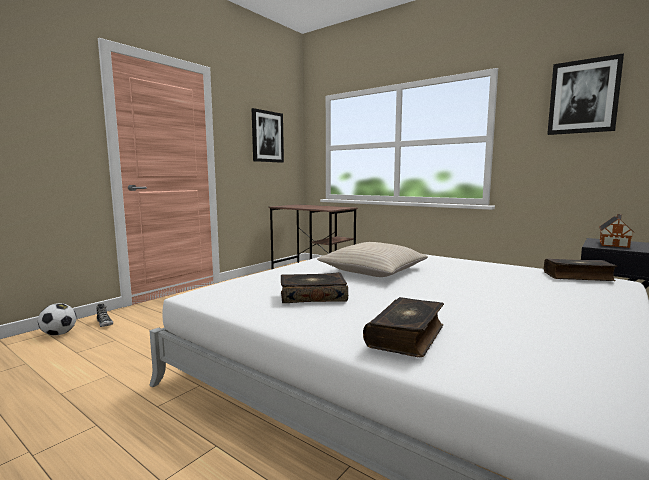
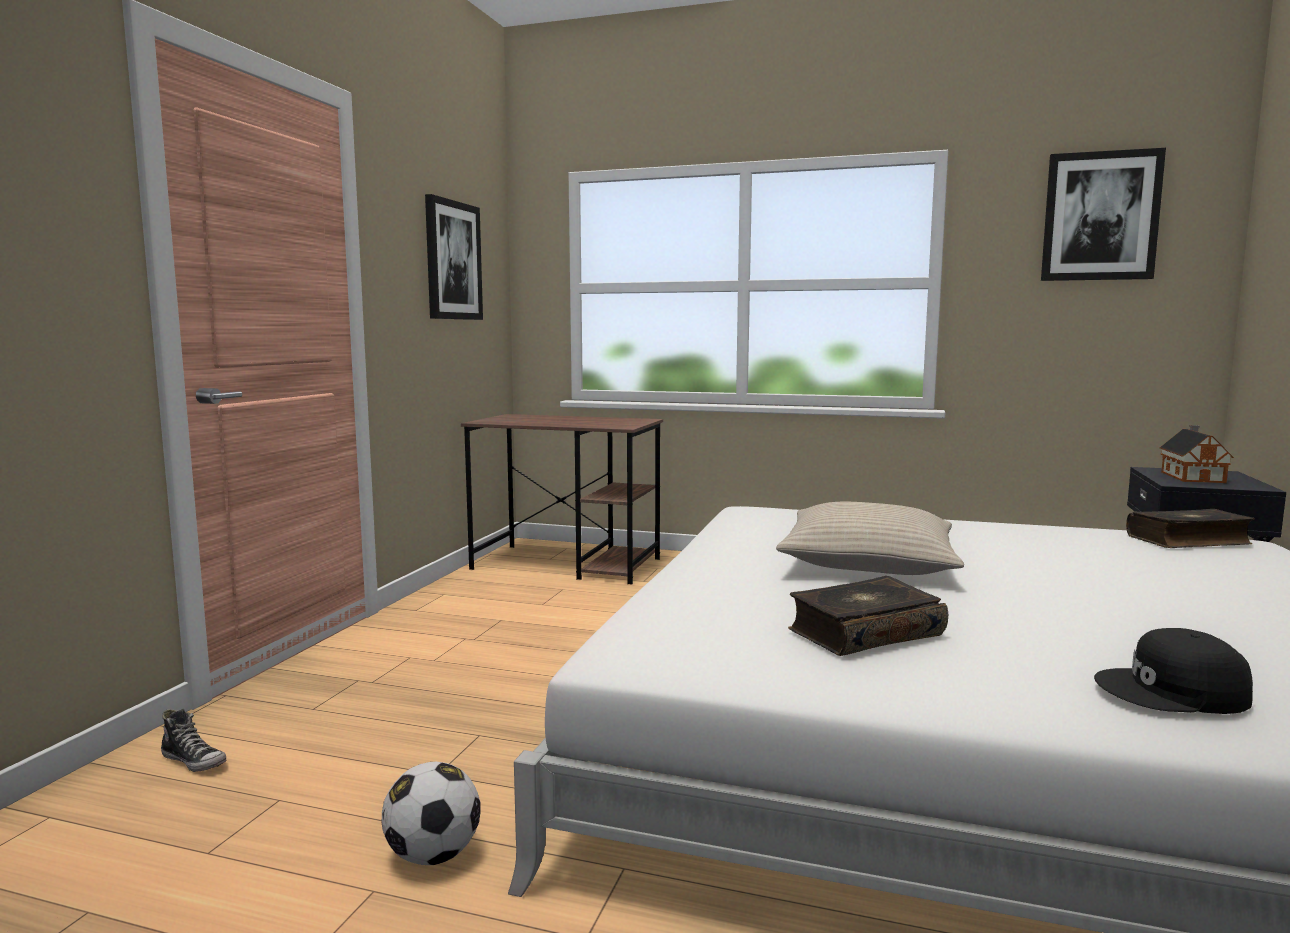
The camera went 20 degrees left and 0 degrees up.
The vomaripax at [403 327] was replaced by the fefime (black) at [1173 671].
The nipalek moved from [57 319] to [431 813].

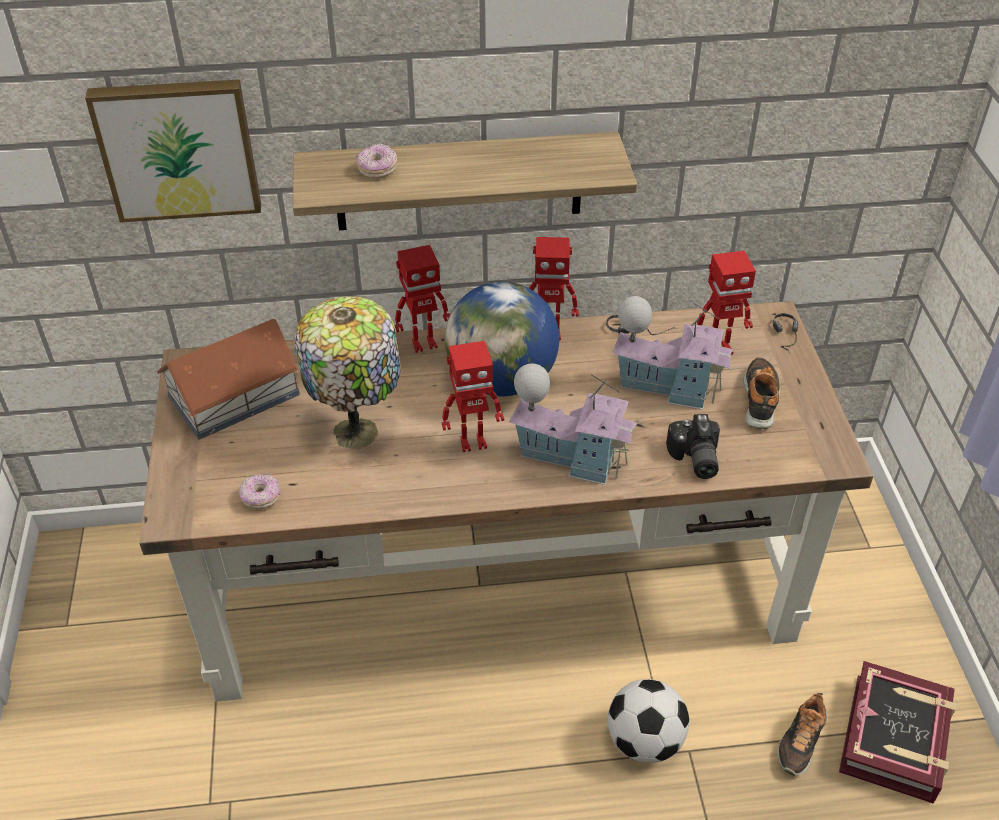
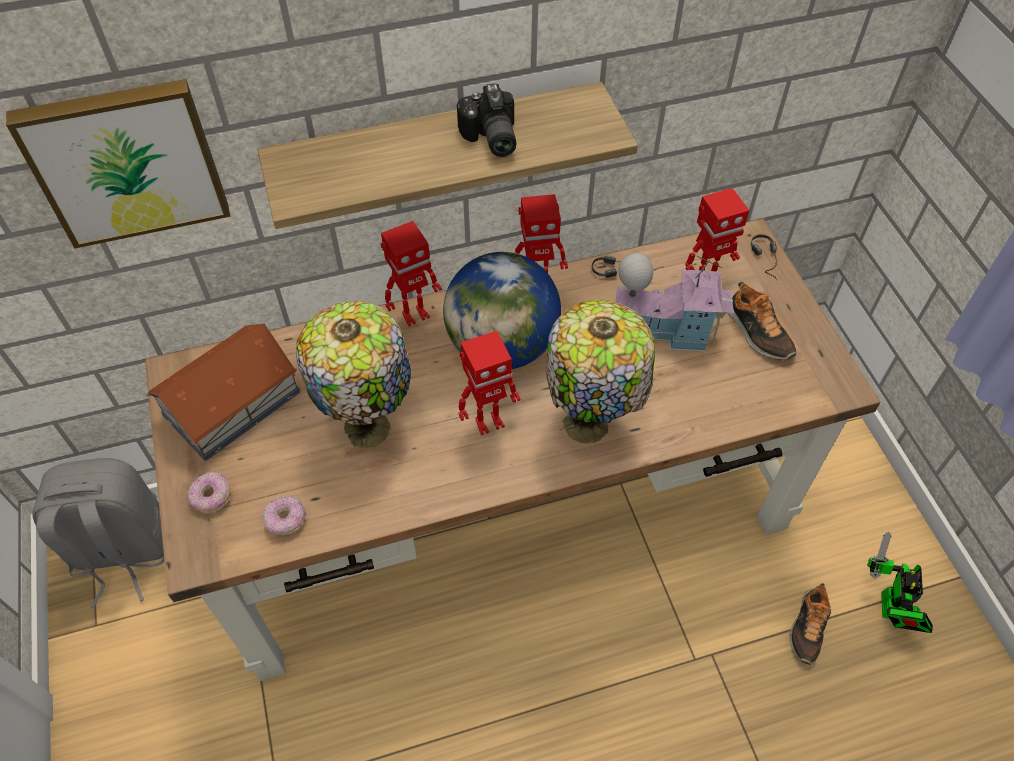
The camera went 10 degrees left and 10 degrees up.
The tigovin moved from [376 161] to [209 493].
The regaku at [762 393] turned 150 degrees clockwise.
The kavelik at [573 424] was replaced by the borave at [601 371].
The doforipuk moved from [693 446] to [486 120].
The vomaripax at [897 732] was replaced by the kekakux at [900 582].
The nipalek at [648 721] disappeared.
The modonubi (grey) at [98 533] appeared.

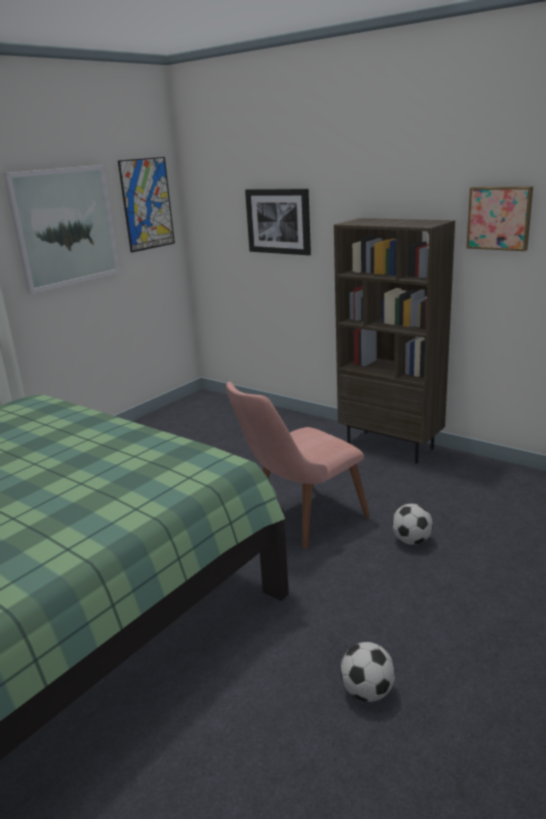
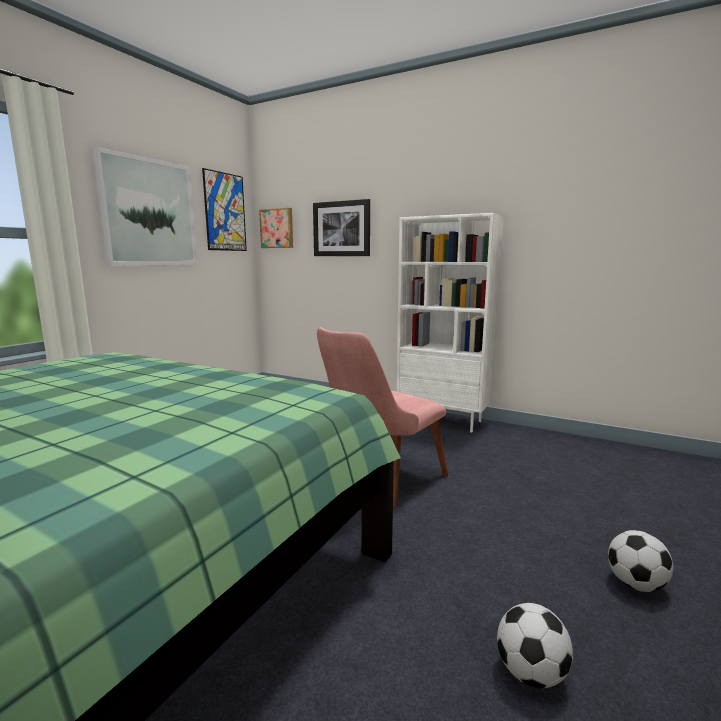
The camera went 10 degrees left and 10 degrees down.
The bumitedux moved from [499 218] to [276 228].
The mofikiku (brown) at [394 341] became the mofikiku (white) at [450 323].
The nipalek moved from [412 524] to [641 561].

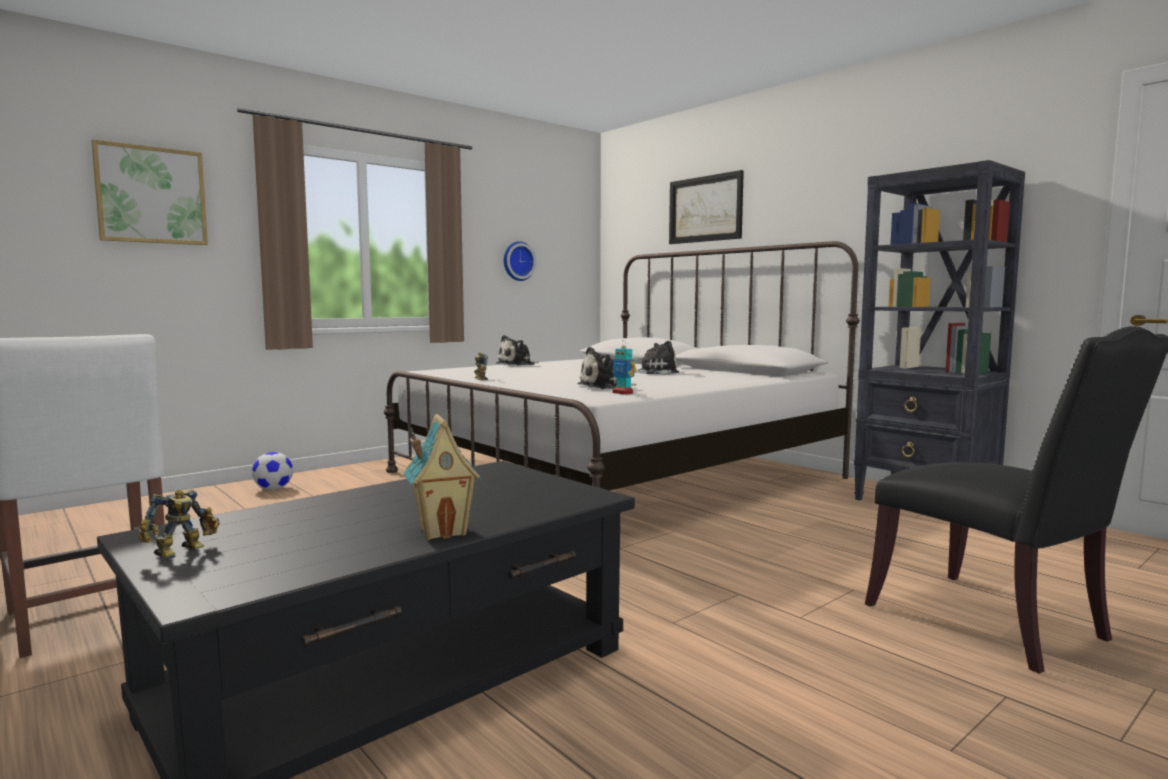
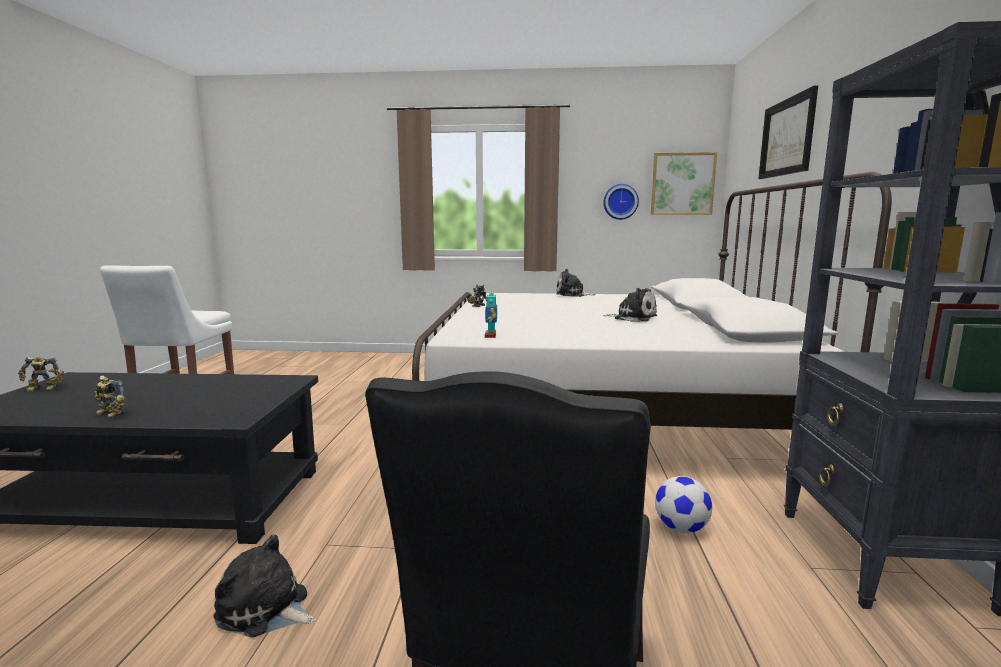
The camera went 45 degrees right and 5 degrees up.
The bumitedux moved from [150 192] to [684 183].
The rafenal moved from [607 368] to [265 585].
The kavelik at [442 477] was replaced by the kekakux at [110 396].
The nipalek moved from [272 471] to [683 504].

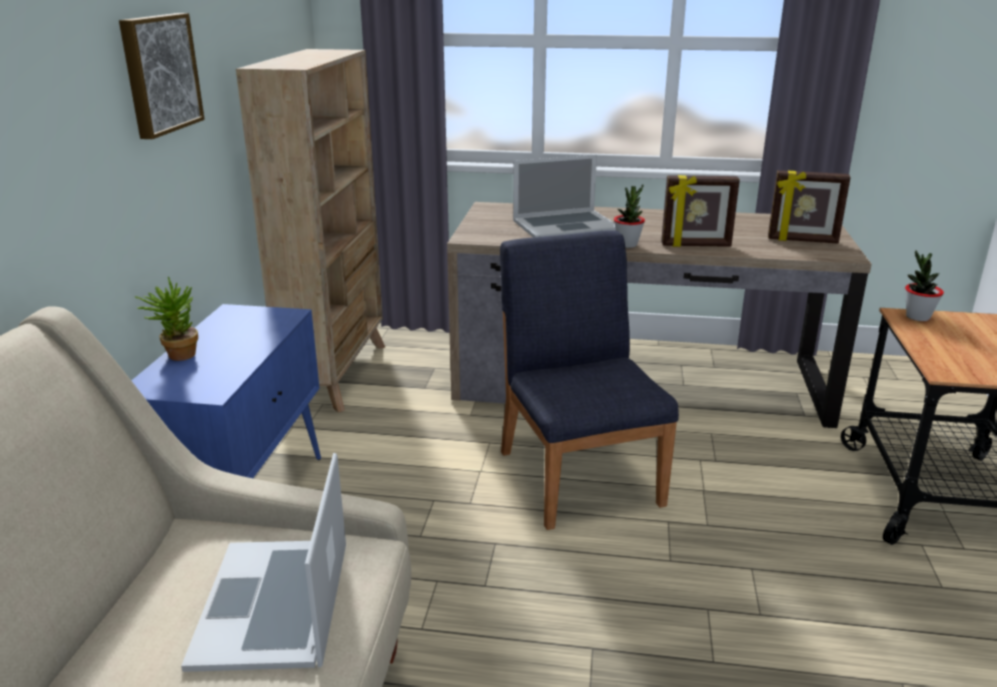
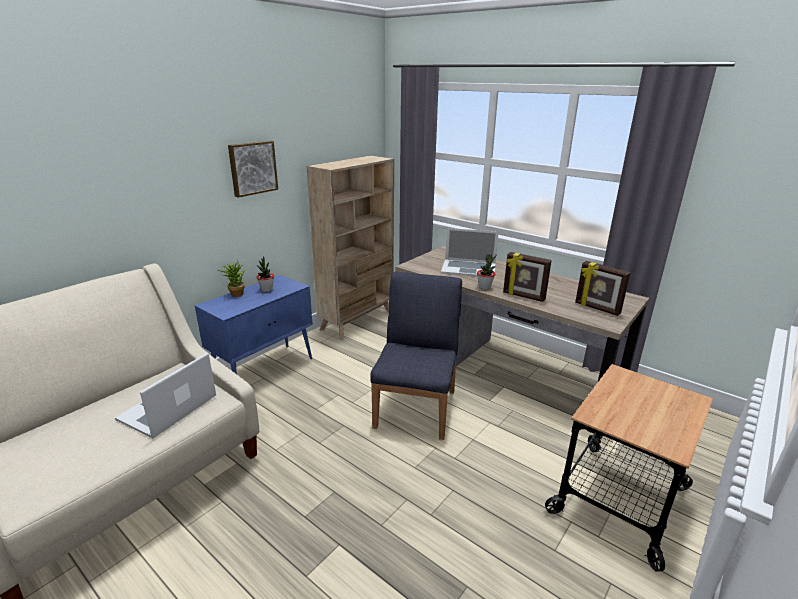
The camera went 30 degrees right and 0 degrees up.
The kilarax moved from [924 285] to [265 274].

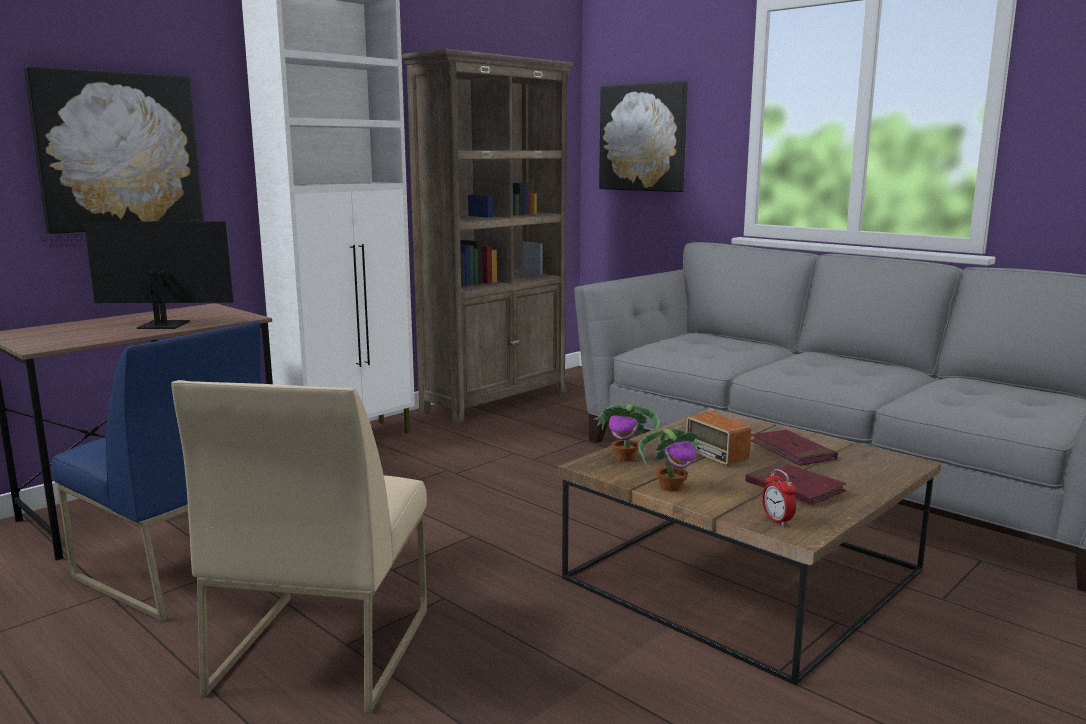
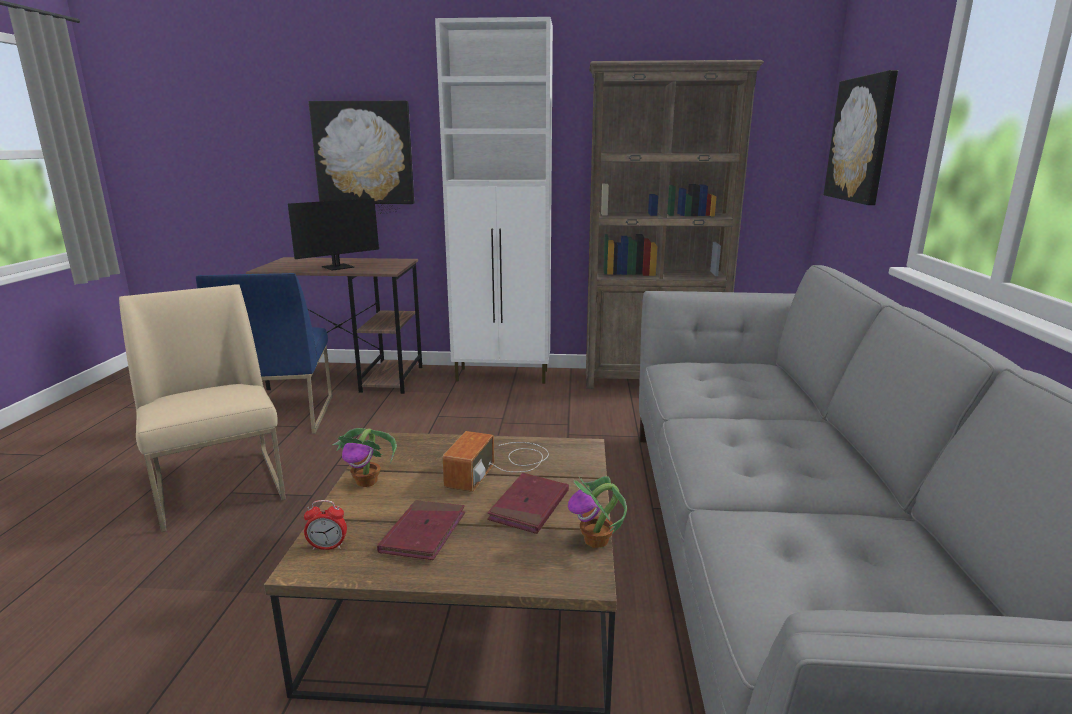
The camera went 50 degrees right and 5 degrees up.
The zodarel at [138 275] turned 90 degrees clockwise.
The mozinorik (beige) at [299 547] turned 90 degrees clockwise.
The kilarax moved from [627 432] to [597 512].
The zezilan at [779 498] turned 120 degrees counterclockwise.

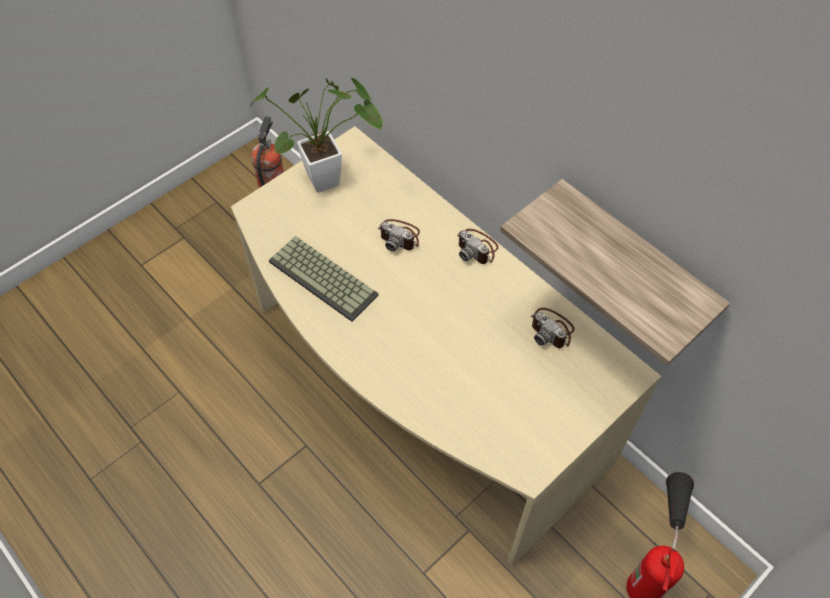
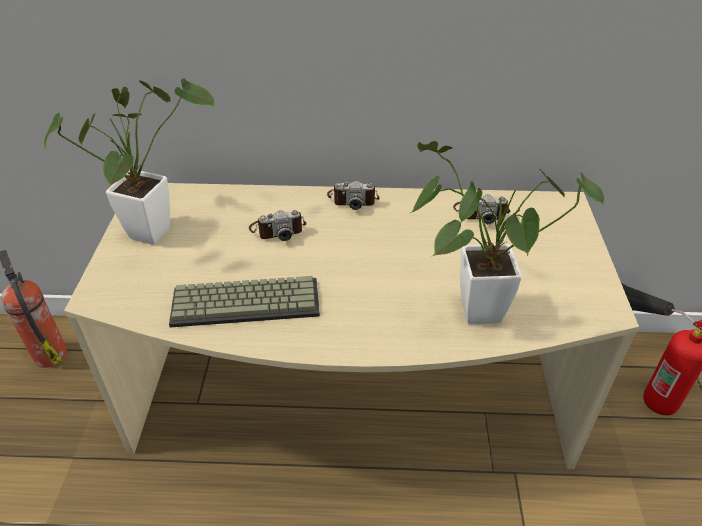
The camera went 45 degrees left and 15 degrees down.
The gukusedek at [615 272] disappeared.
The kilarax at [507 232] appeared.

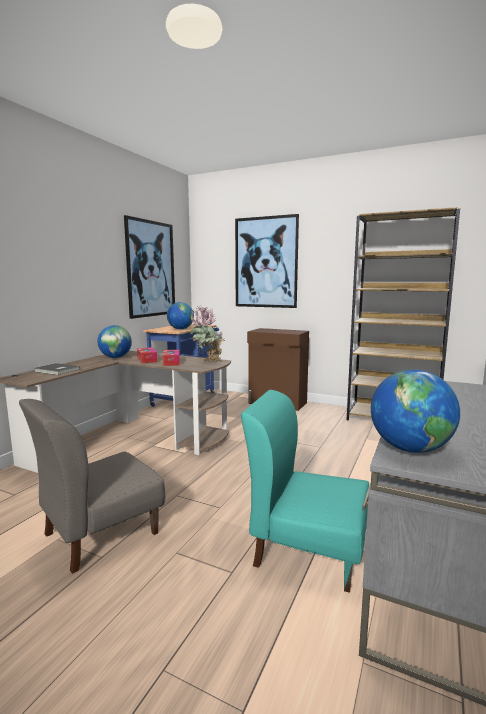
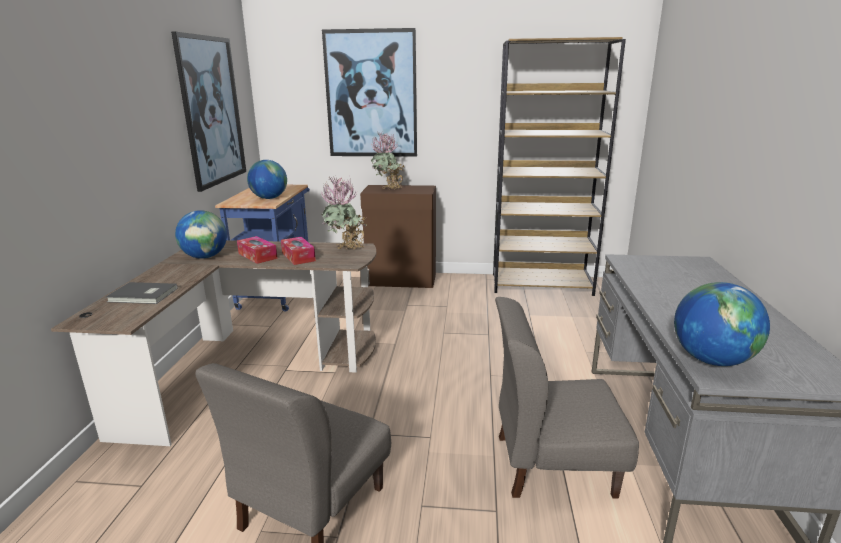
The camera went 20 degrees left and 10 degrees up.
The mozinorik (turquoise) at [305 491] became the mozinorik (grey) at [567 398].
The kilarax at [388 161] appeared.

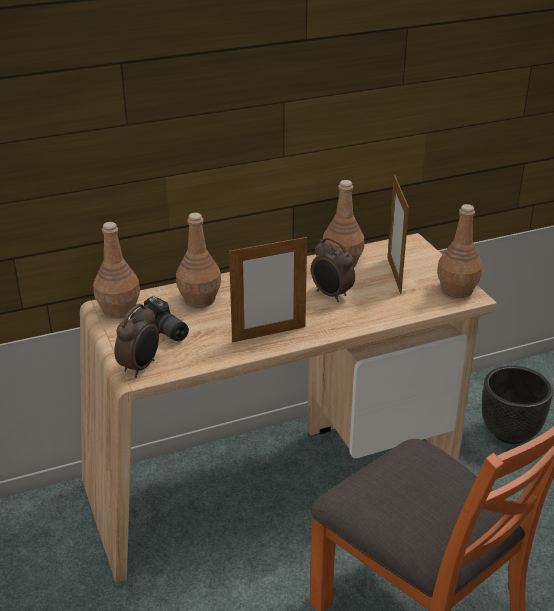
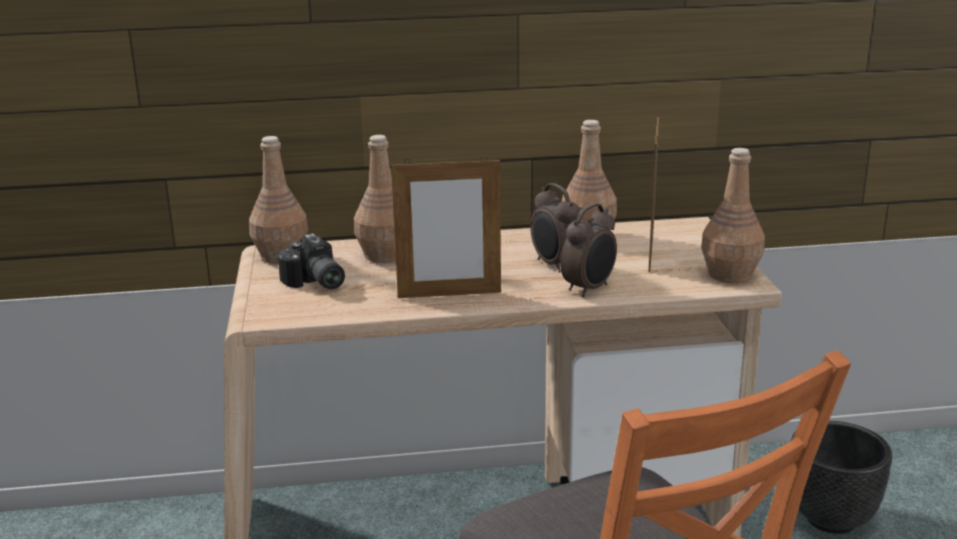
The camera went 15 degrees right and 10 degrees down.
The zezilan moved from [136 340] to [588 250].

